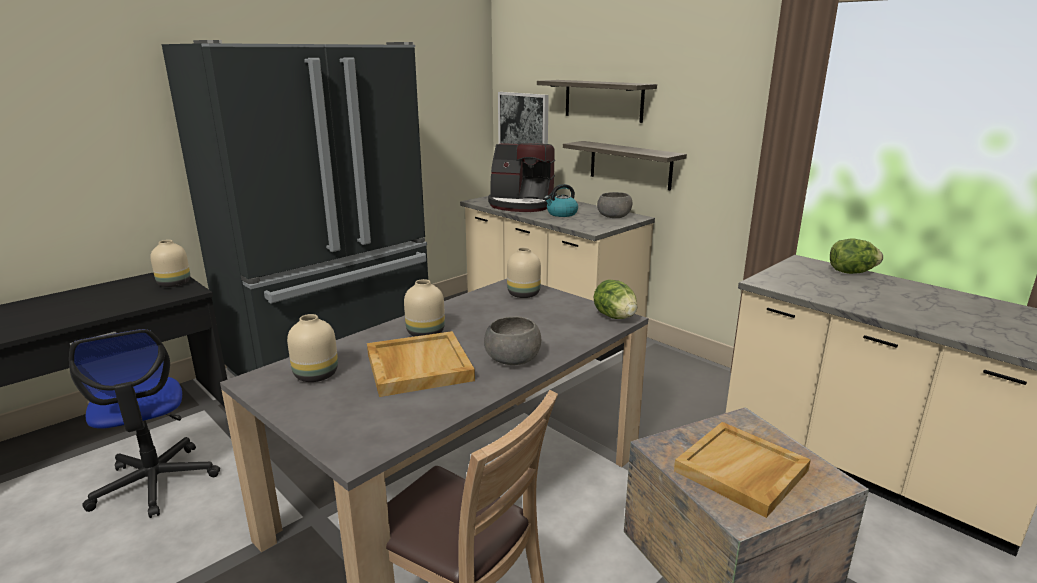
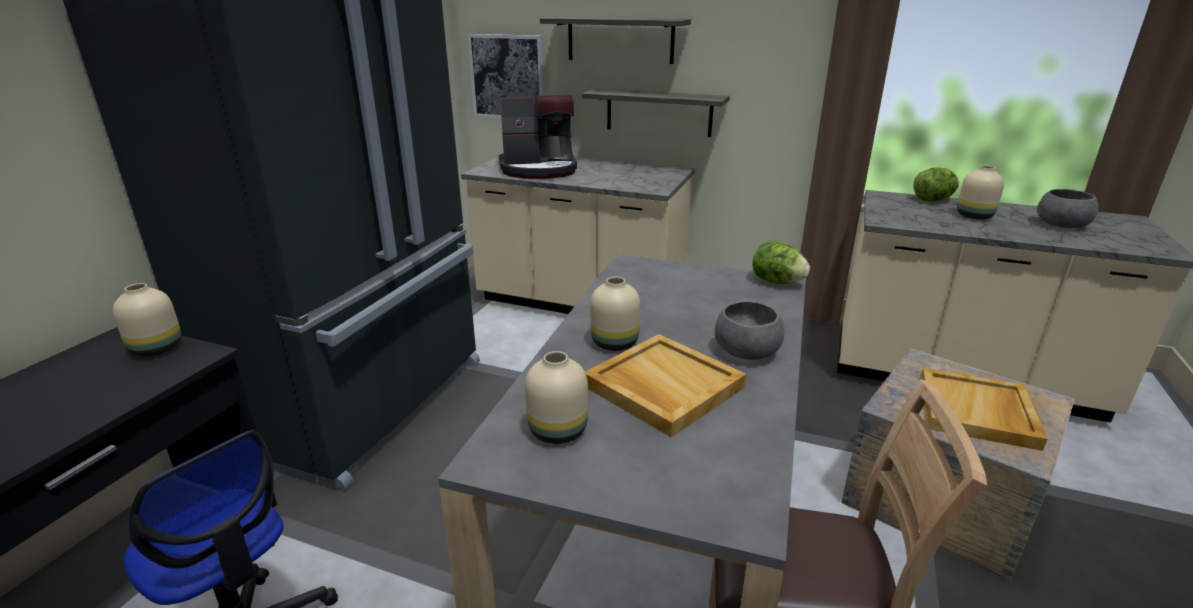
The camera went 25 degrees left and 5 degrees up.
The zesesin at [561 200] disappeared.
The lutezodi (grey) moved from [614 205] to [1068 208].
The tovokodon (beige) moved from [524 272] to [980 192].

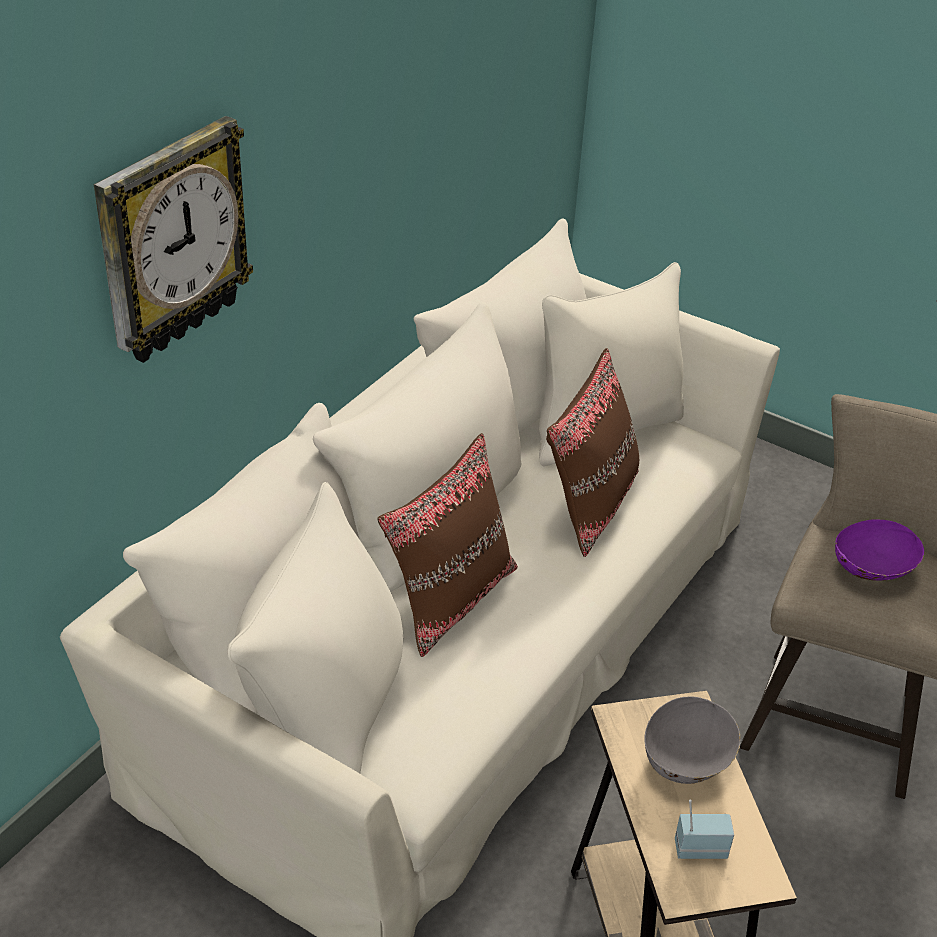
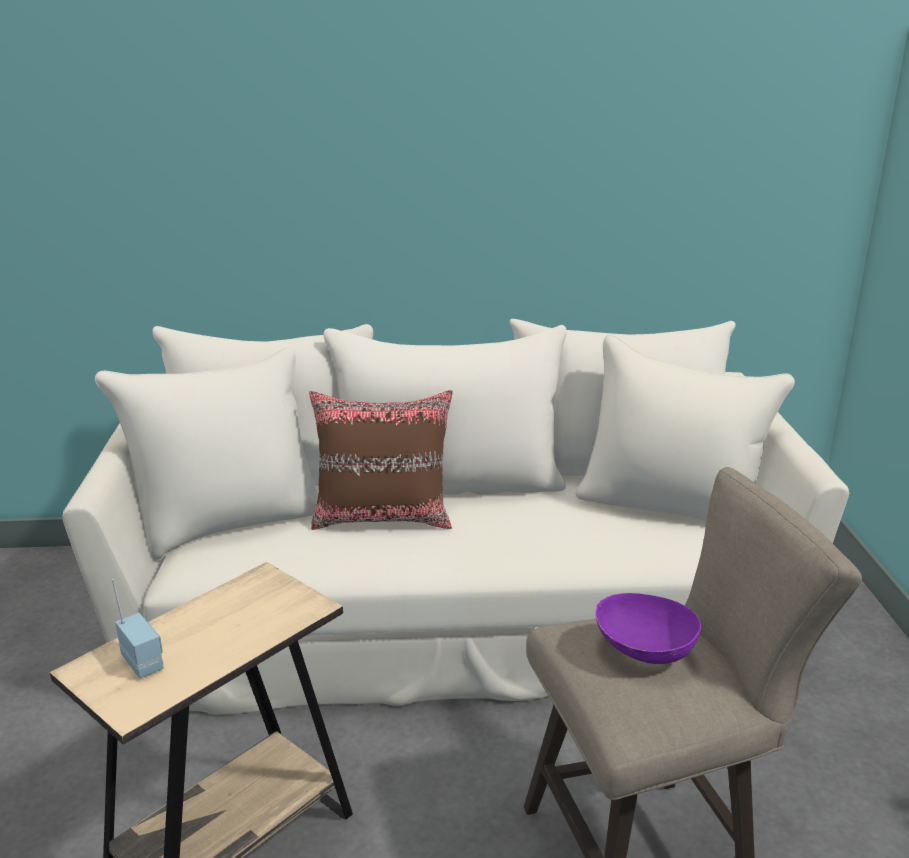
The camera went 55 degrees right and 15 degrees down.
The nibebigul at [173 239] disappeared.
The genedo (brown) at [592 452] disappeared.
The lutezodi (grey) at [692 740] disappeared.

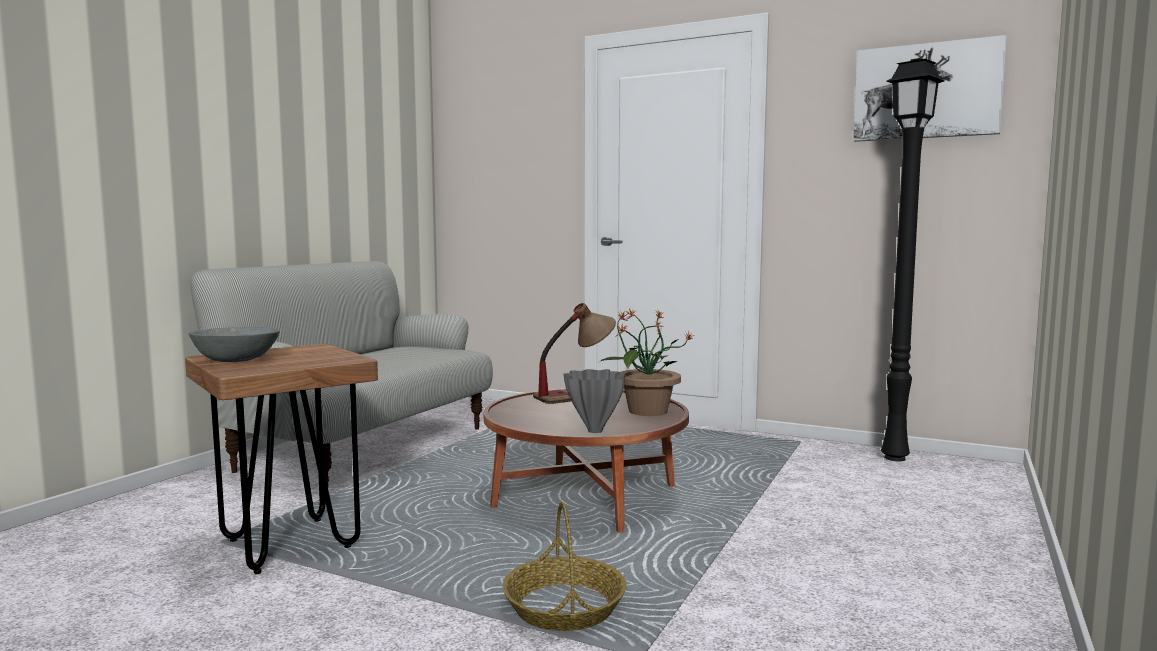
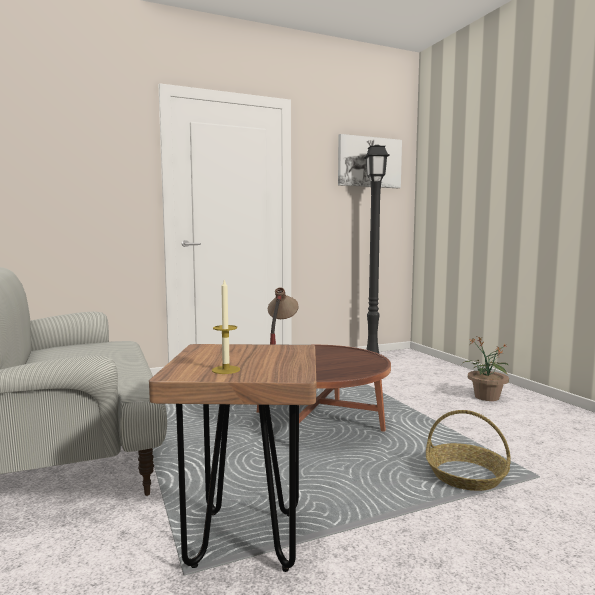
The camera went 50 degrees left and 0 degrees up.
The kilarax moved from [647 362] to [485 369].
The lutezodi (grey) at [234 344] was replaced by the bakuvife at [226 326].
The tovokodon (grey) at [594 401] disappeared.

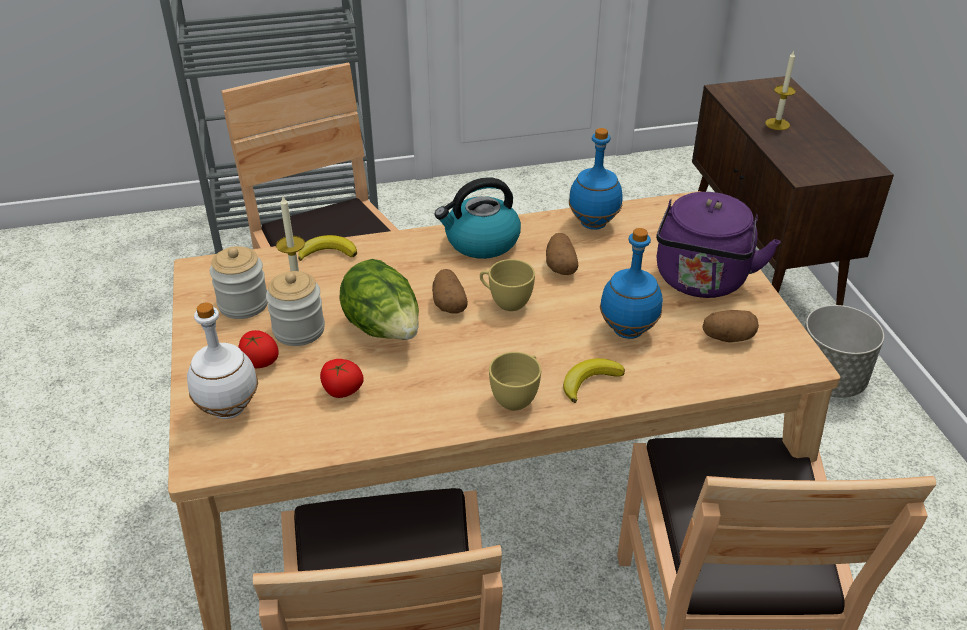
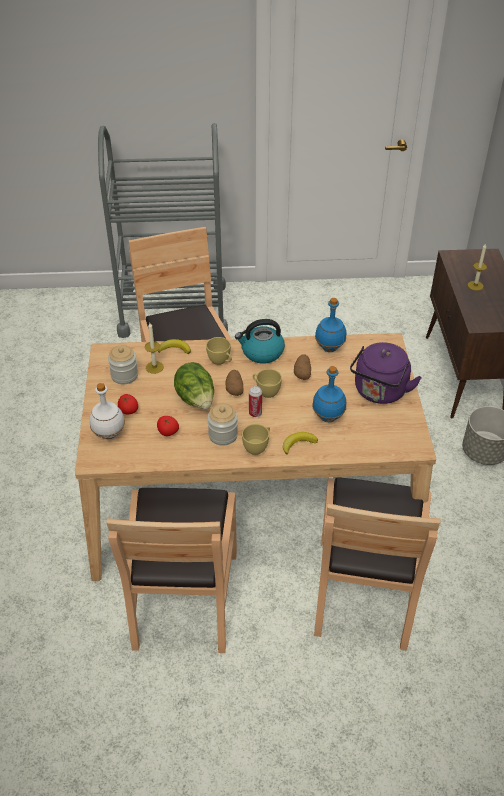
The camera went 10 degrees right and 5 degrees up.
The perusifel moved from [295 308] to [222 425].
The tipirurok at [730 326] disappeared.
The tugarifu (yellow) at [219 351] appeared.
The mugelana at [255 401] appeared.

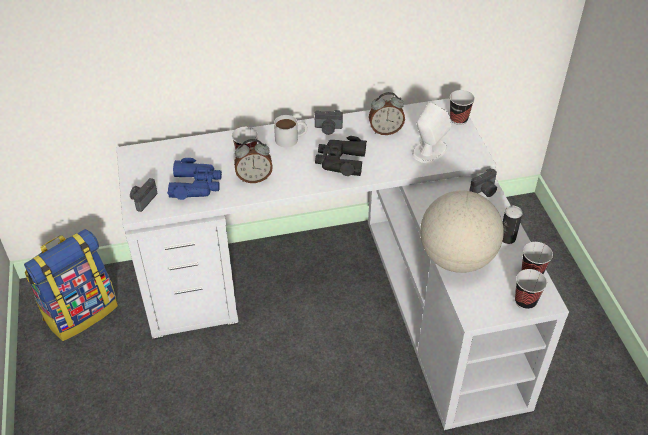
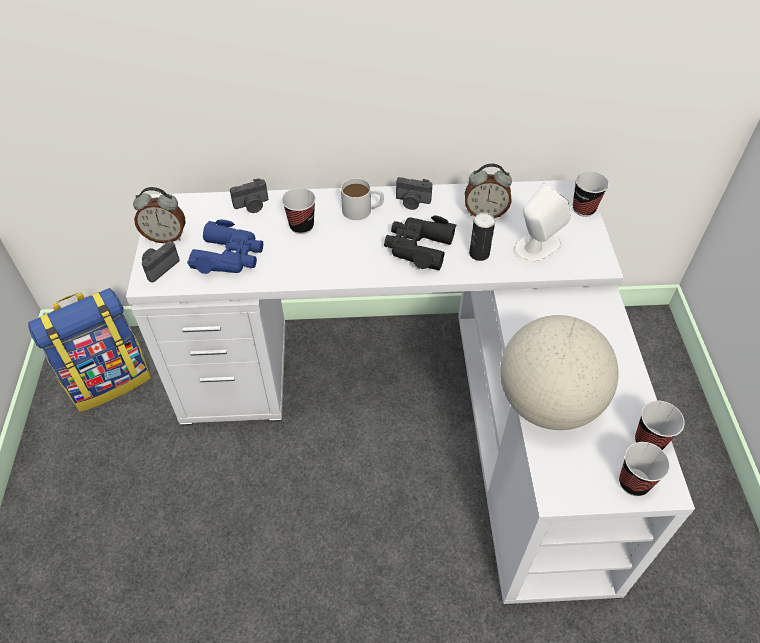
The camera went 10 degrees right and 5 degrees up.
The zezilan moved from [253 161] to [159 215].
The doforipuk moved from [483 182] to [249 195].
The mugelana moved from [512 225] to [482 236].

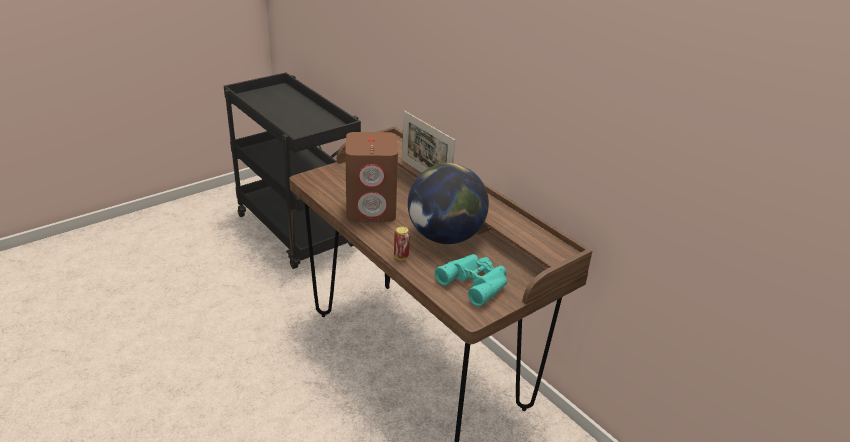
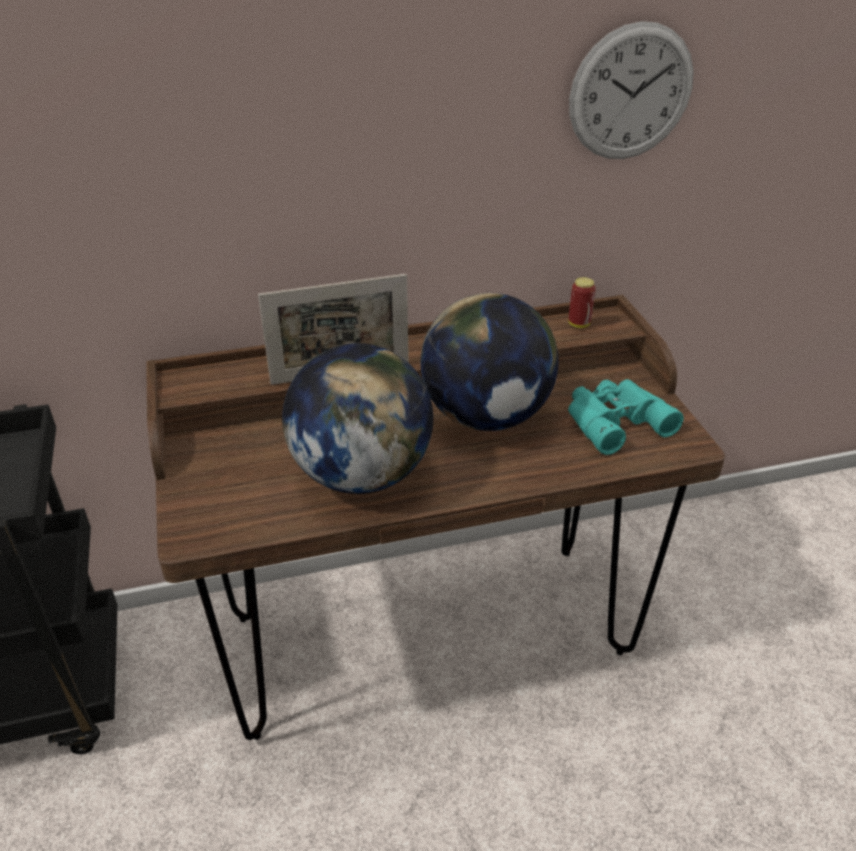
The camera went 65 degrees left and 5 degrees up.
The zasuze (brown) at [371 177] was replaced by the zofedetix at [357 418].
The mugelana moved from [402 243] to [582 302].
The nibebigul at [631 90] appeared.

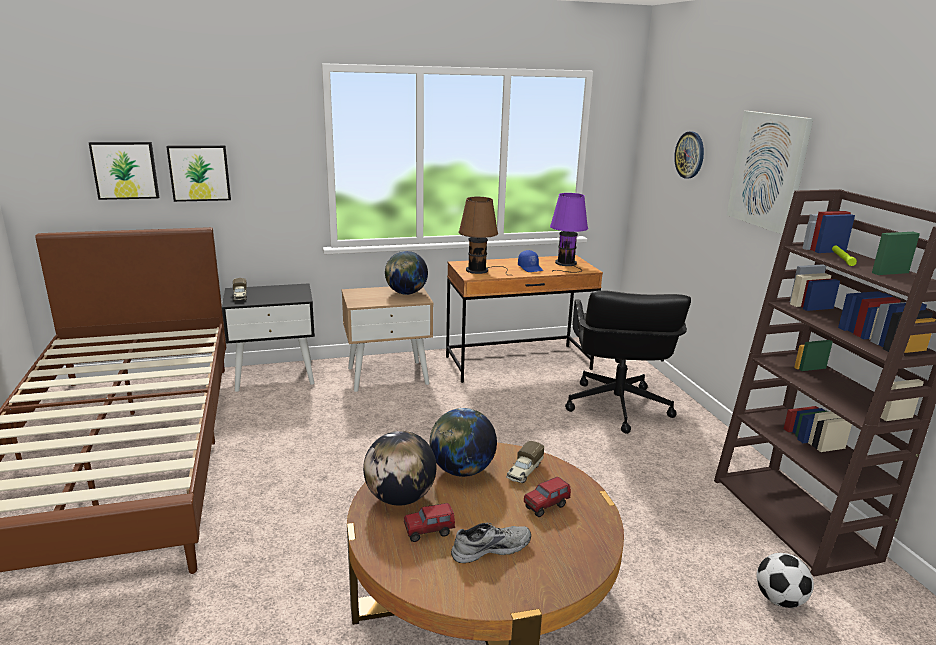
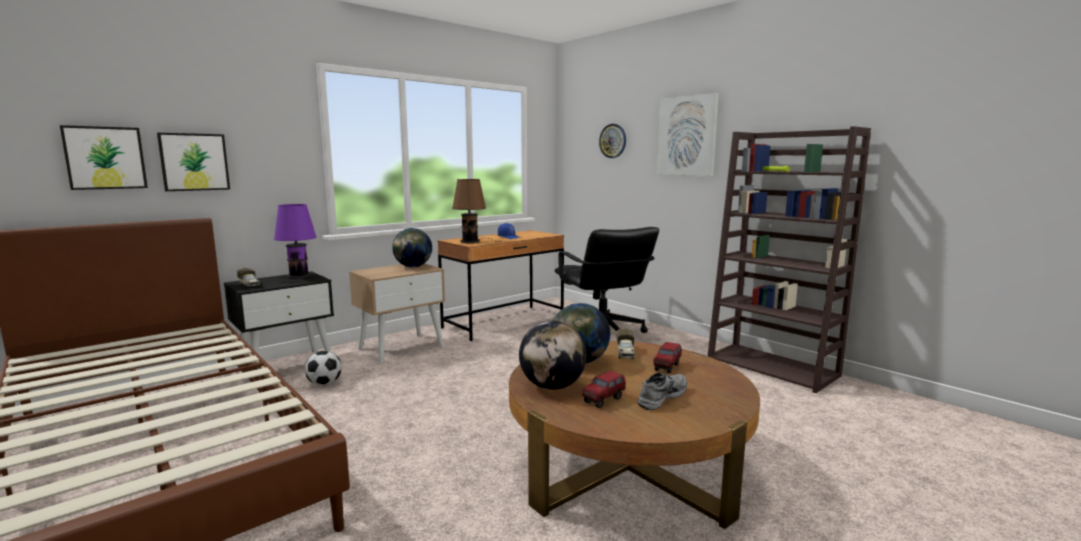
The camera went 25 degrees left and 10 degrees down.
The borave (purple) moved from [569 233] to [295 244].
The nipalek moved from [785 580] to [323 368].

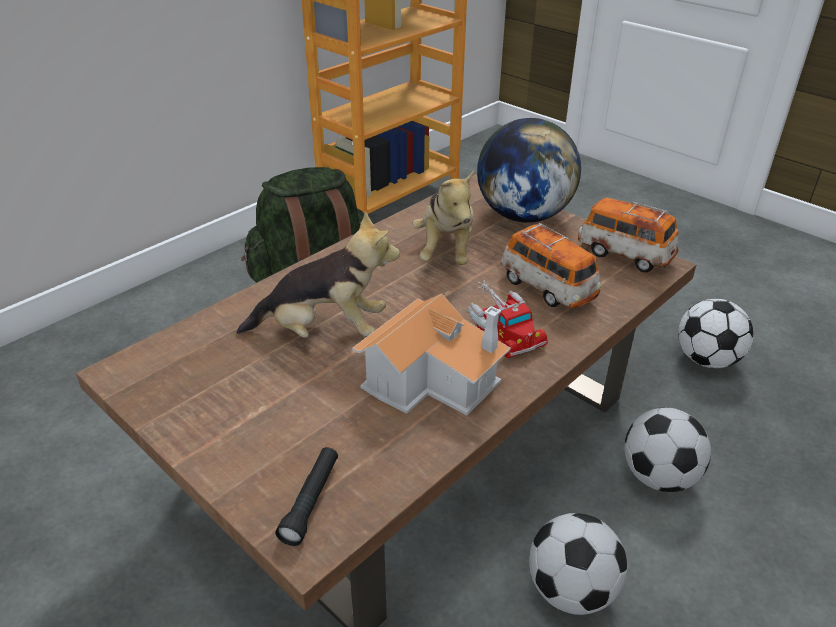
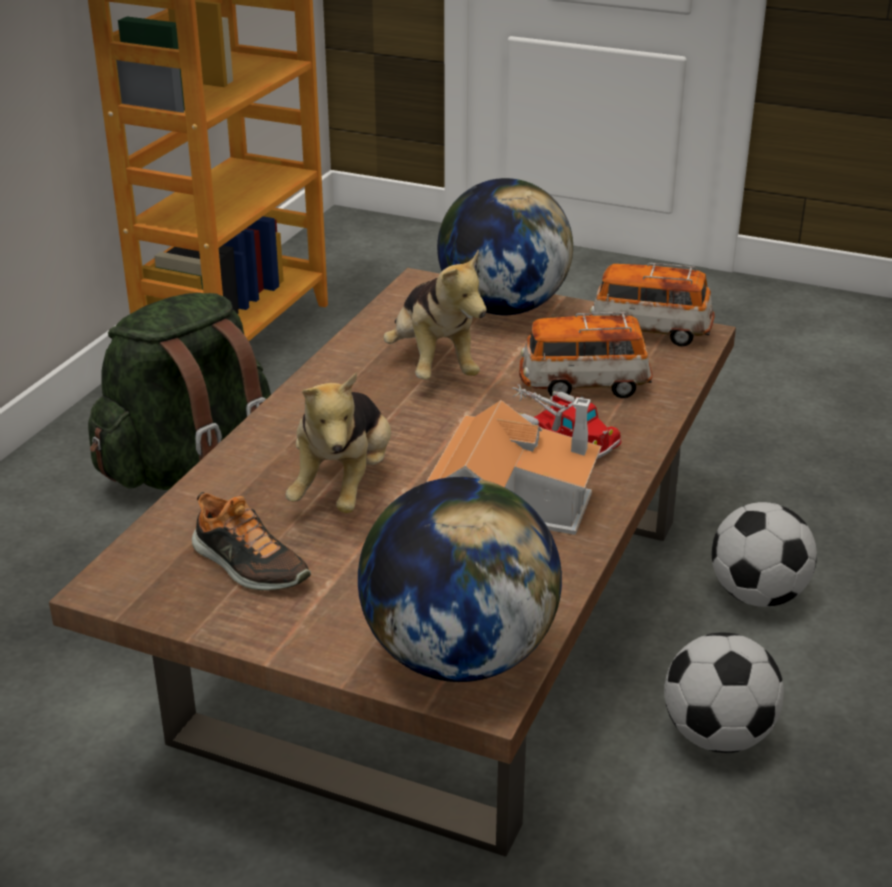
The camera went 20 degrees left and 5 degrees down.
The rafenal at [318 274] turned 120 degrees clockwise.
The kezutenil at [550 265] turned 150 degrees clockwise.
The nipalek at [715 333] disappeared.
The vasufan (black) at [306 496] was replaced by the zofedetix at [460 579].
The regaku at [251 541] appeared.

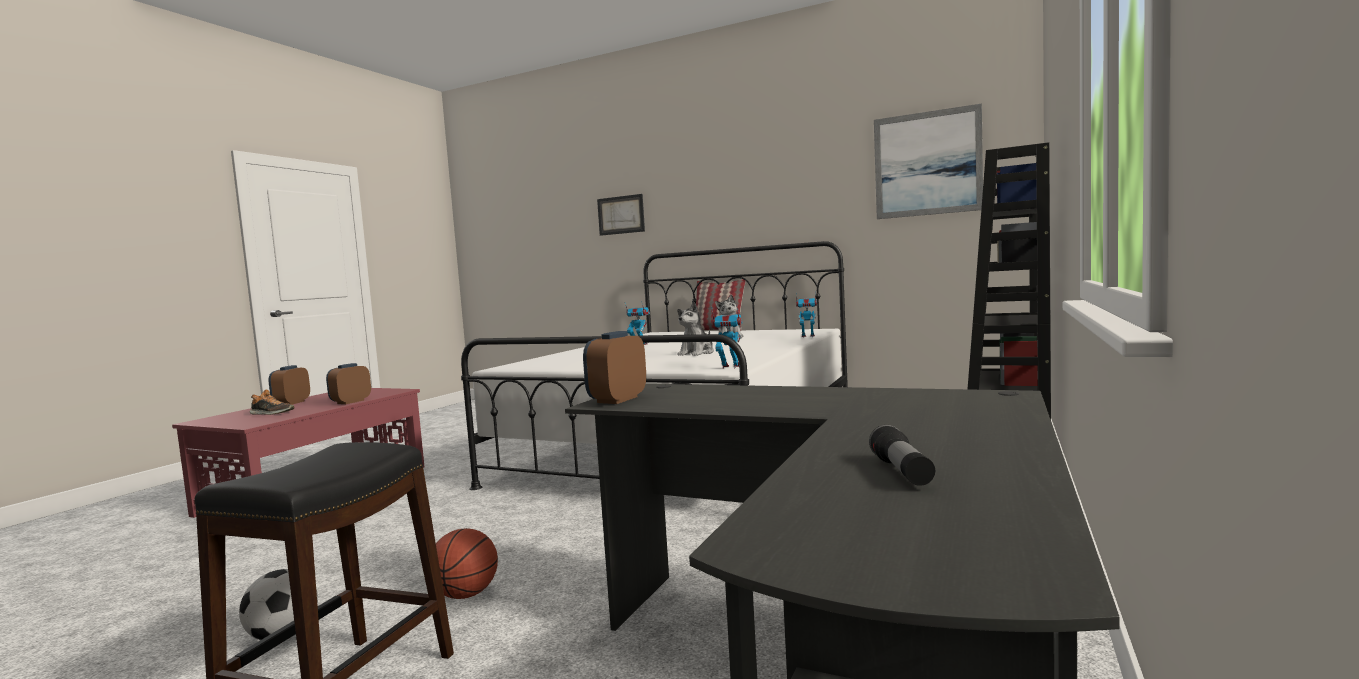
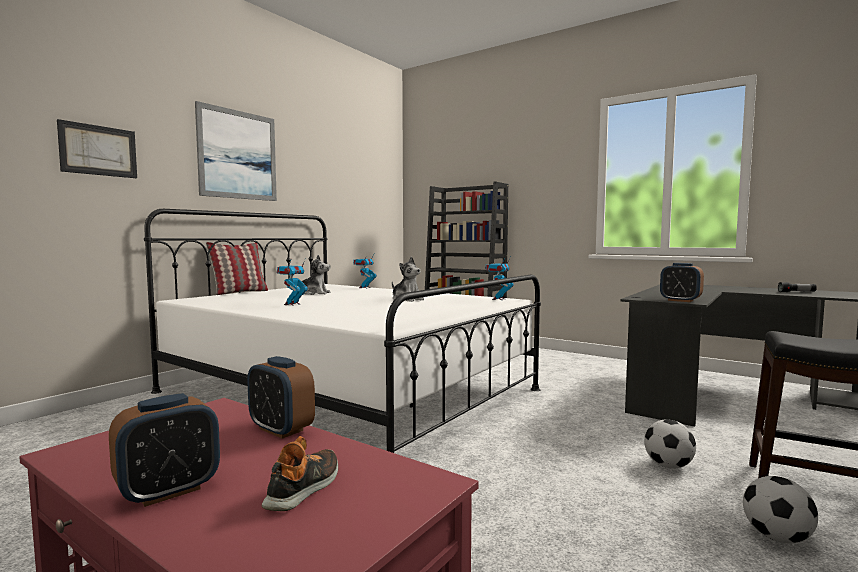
The camera went 80 degrees left and 0 degrees up.
The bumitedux moved from [928 161] to [236 151].
The zezilan at [289 385] turned 60 degrees counterclockwise.
The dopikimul at [467 563] was replaced by the nipalek at [670 444].

